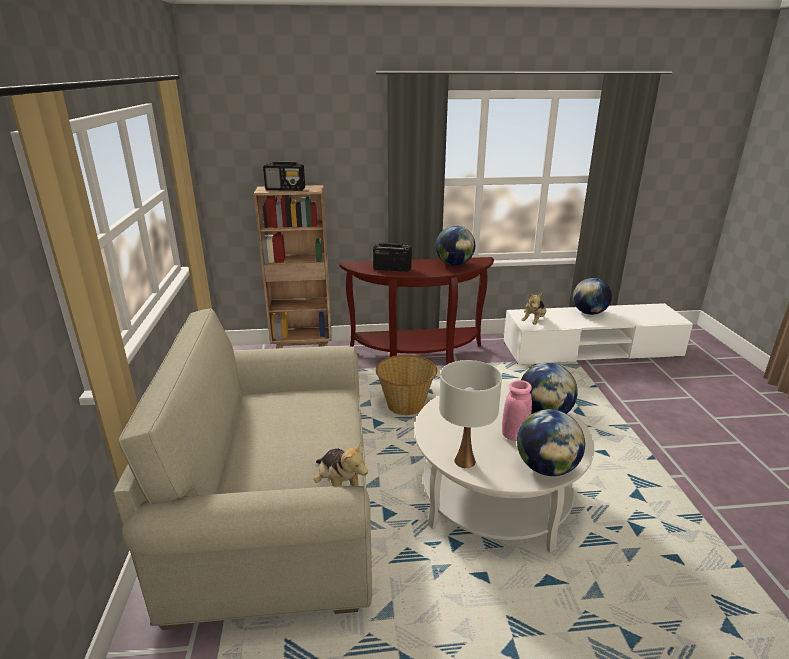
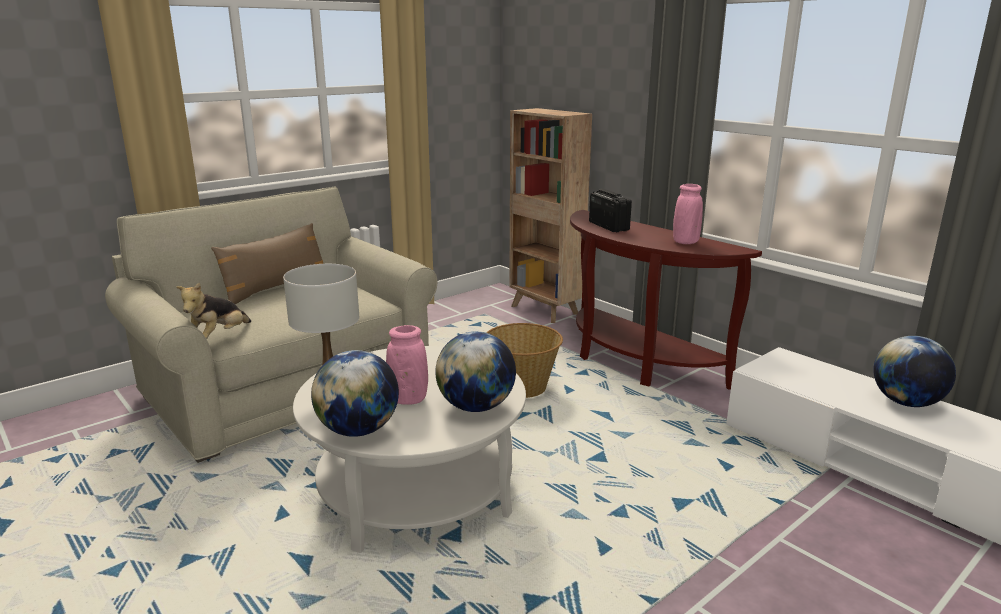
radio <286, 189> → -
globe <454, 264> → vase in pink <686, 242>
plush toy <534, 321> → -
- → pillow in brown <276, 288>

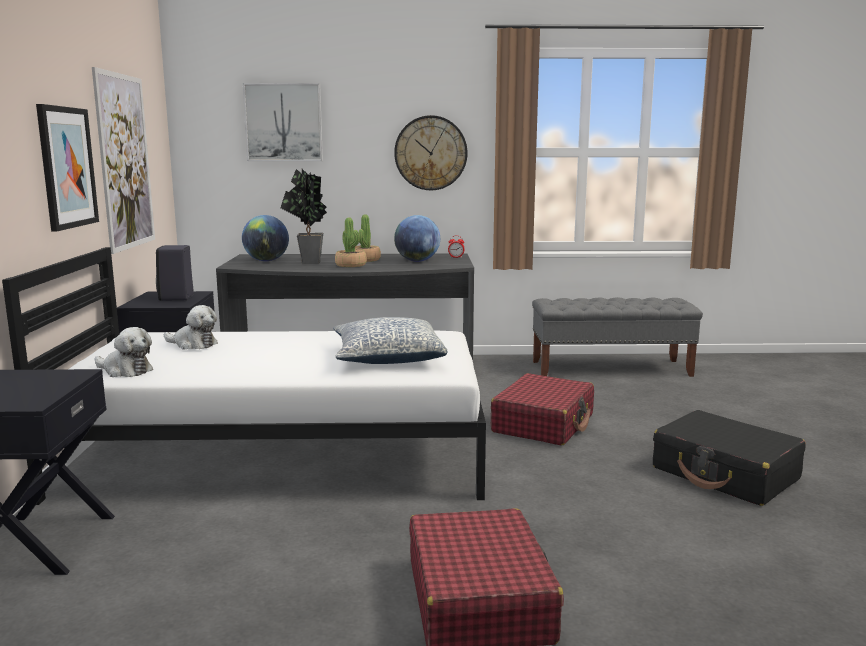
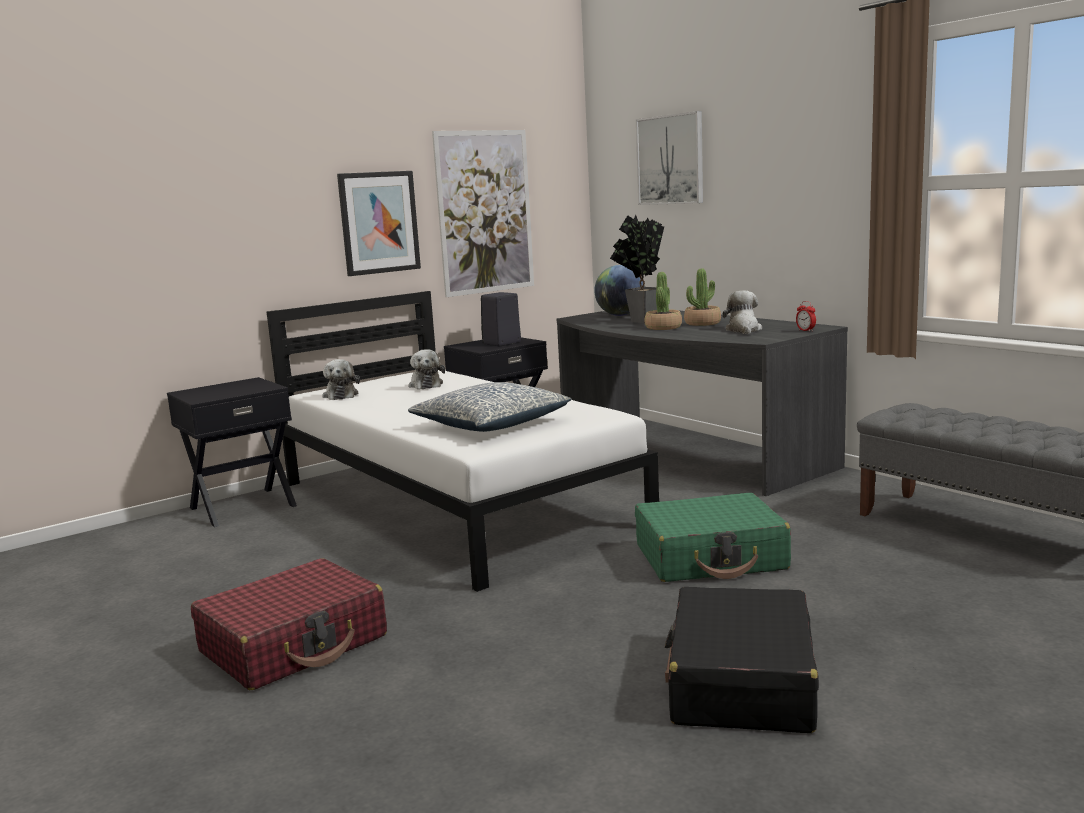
wall clock <430, 153> → -
globe <417, 261> → plush toy <743, 330>
suitcase in red <543, 424> → suitcase in green <711, 558>

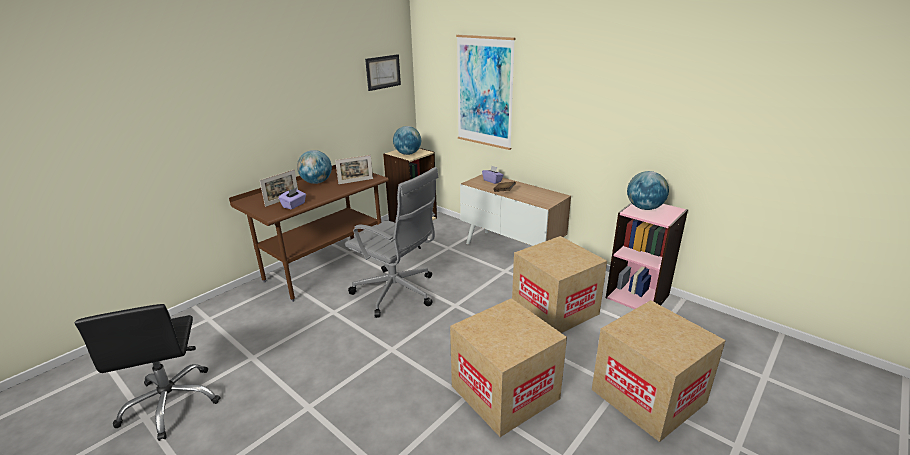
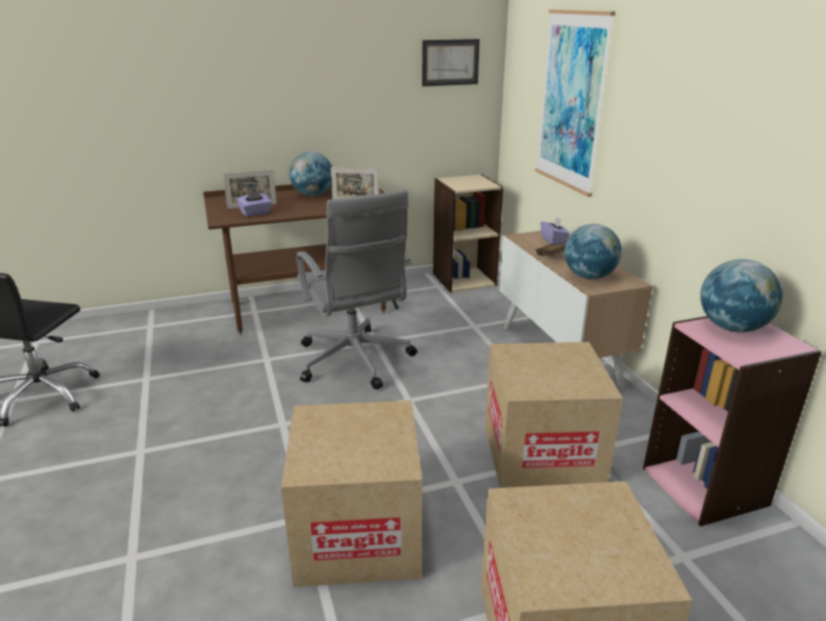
globe <408, 154> → globe <589, 277>, moved

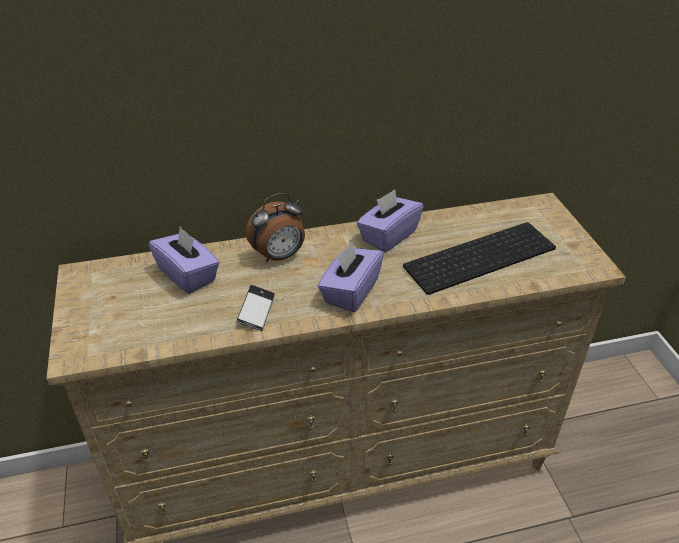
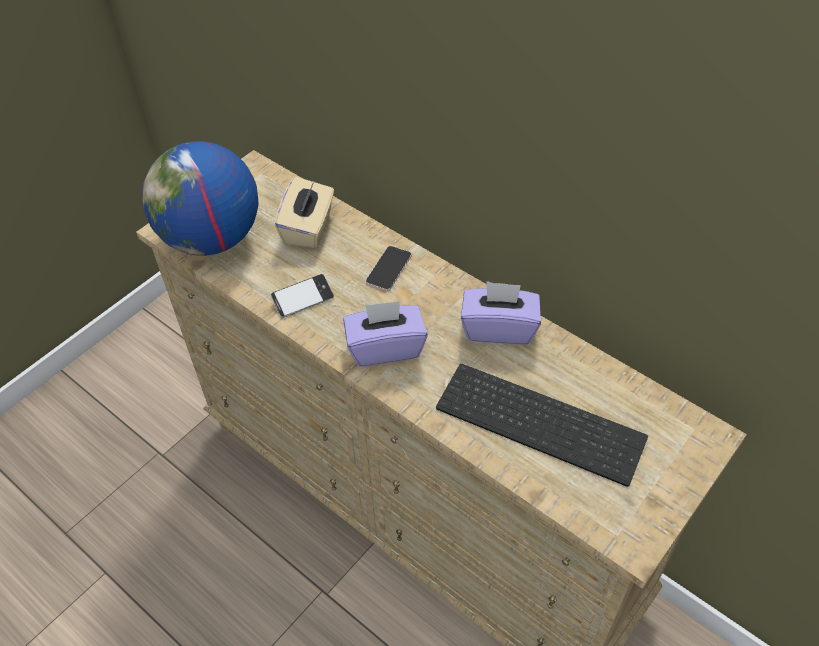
alarm clock <279, 256> → phone <389, 269>
tissue box in purple <188, 275> → tissue box in beige <308, 228>
- → globe <212, 239>

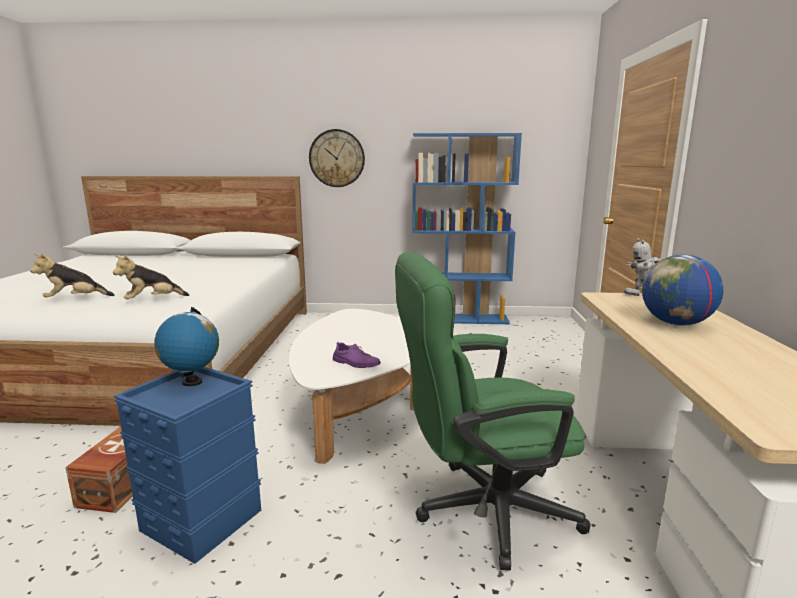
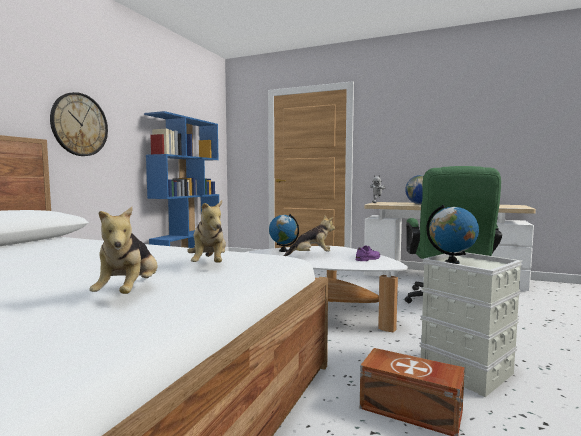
storage box in blue <201, 521> → storage box in grey <467, 371>
- → globe <283, 251>
- → plush toy <311, 255>

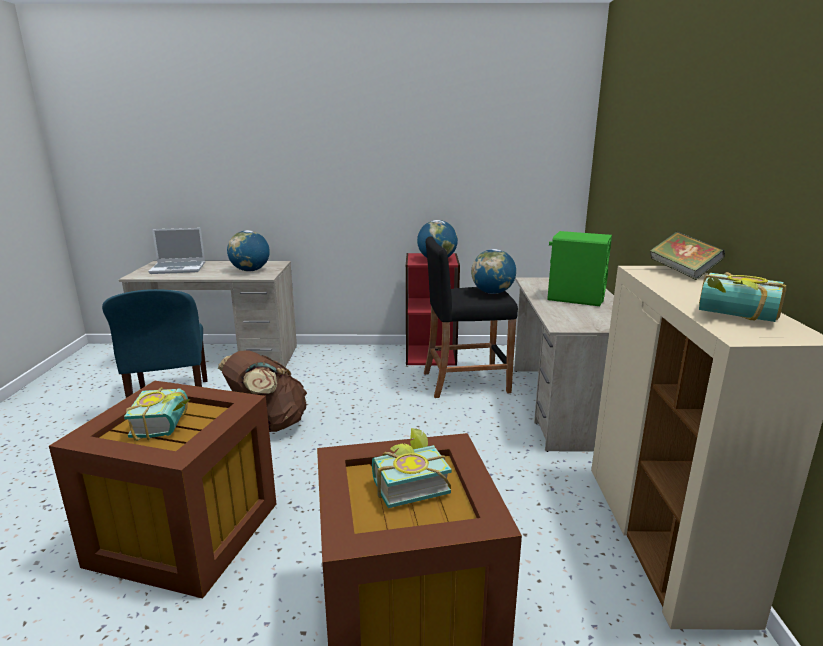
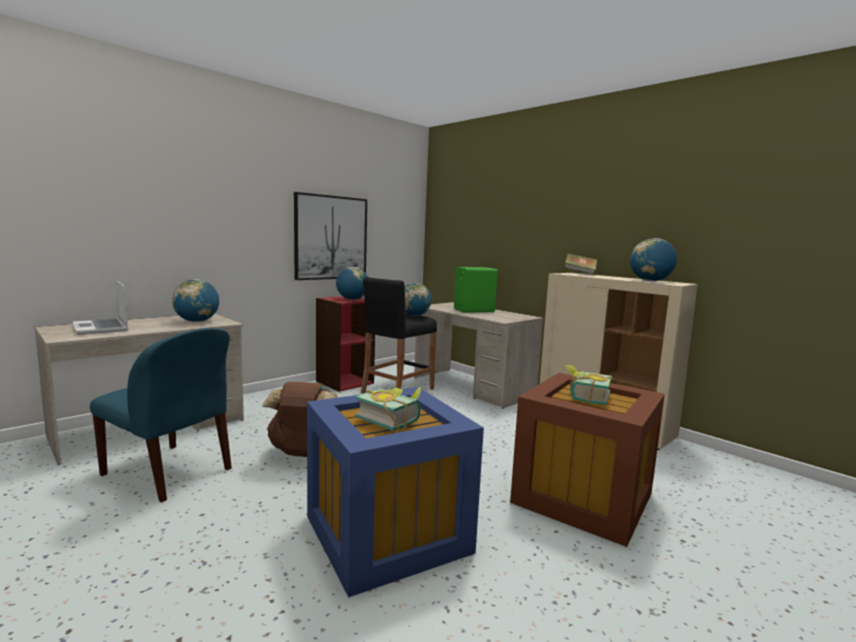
laptop <179, 268> → laptop <102, 328>, 105 degrees clockwise
book <735, 316> → globe <650, 281>
storage box in brown <185, 531> → storage box in blue <384, 533>
- → picture <331, 237>

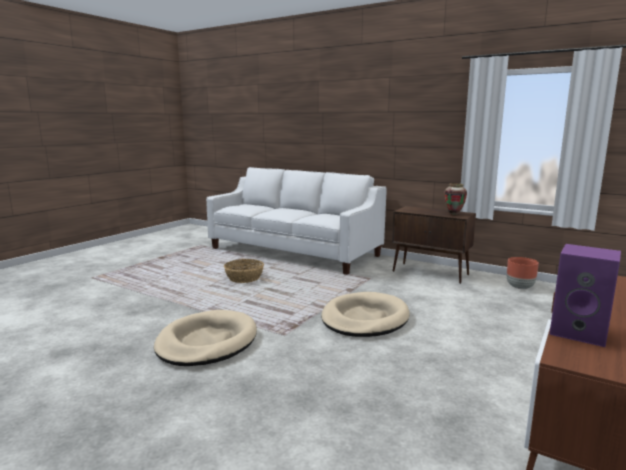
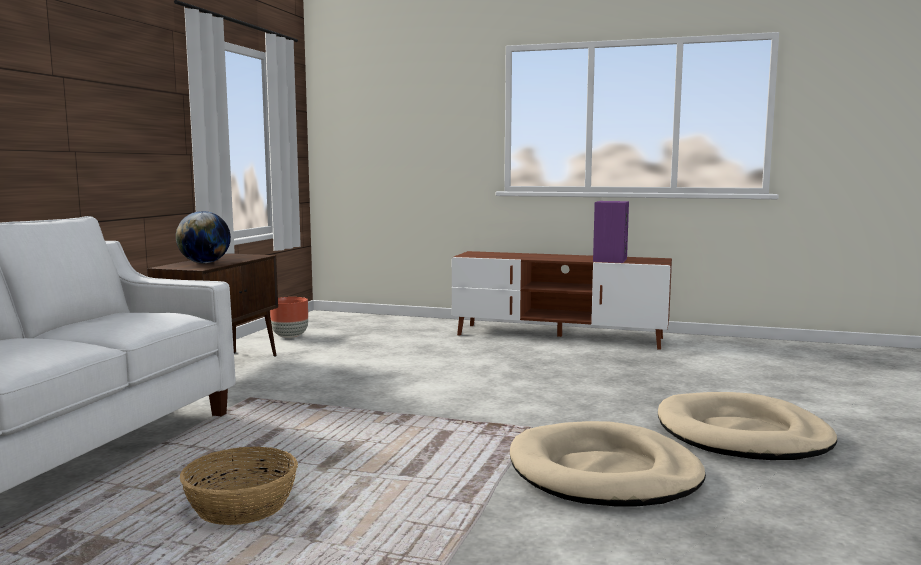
vase <454, 214> → -
dog bed in beige <364, 318> → dog bed in beige <742, 434>, moved
- → globe <204, 263>

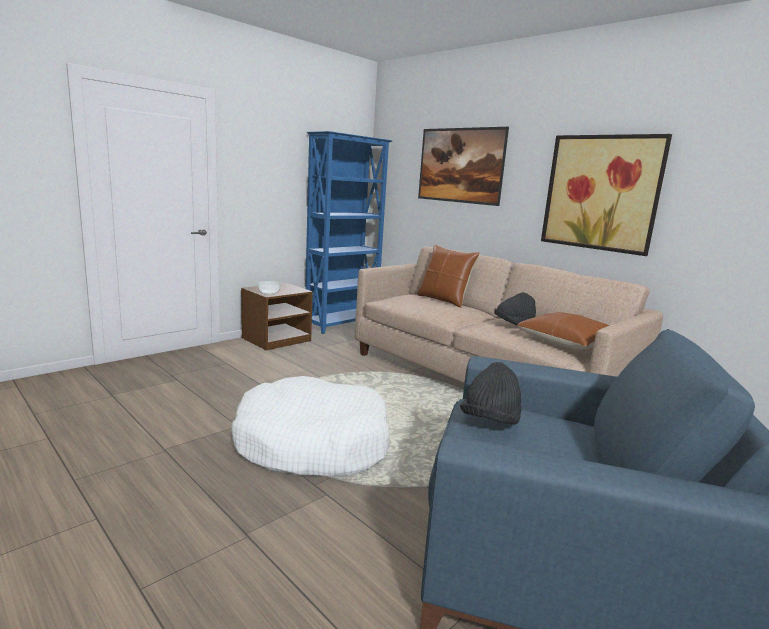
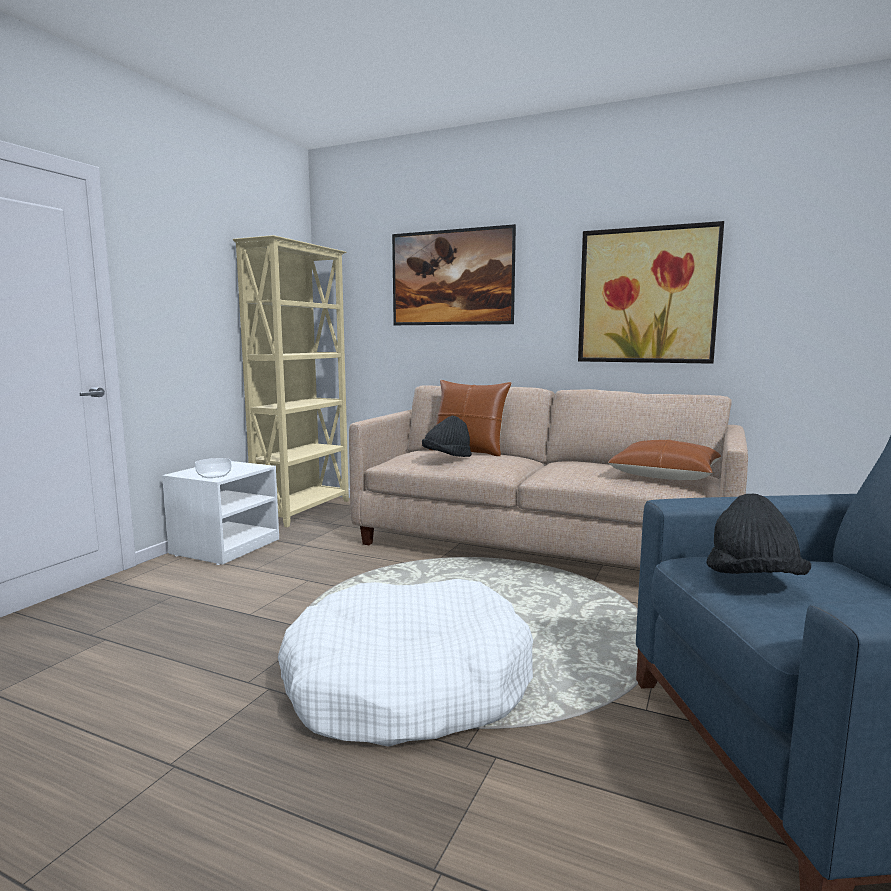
bookcase in blue <342, 324> → bookcase in beige <304, 510>
nightstand in brown <276, 339> → nightstand in white <225, 547>
hat in black <513, 326> → hat in black <446, 457>, moved

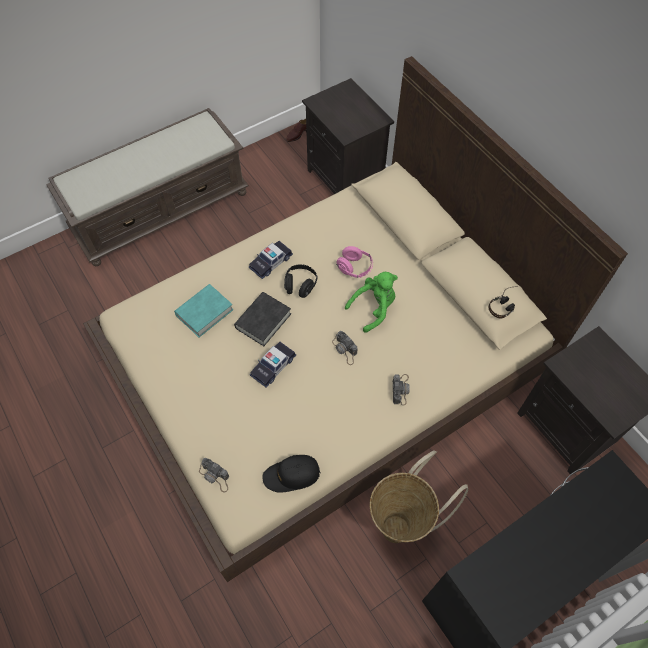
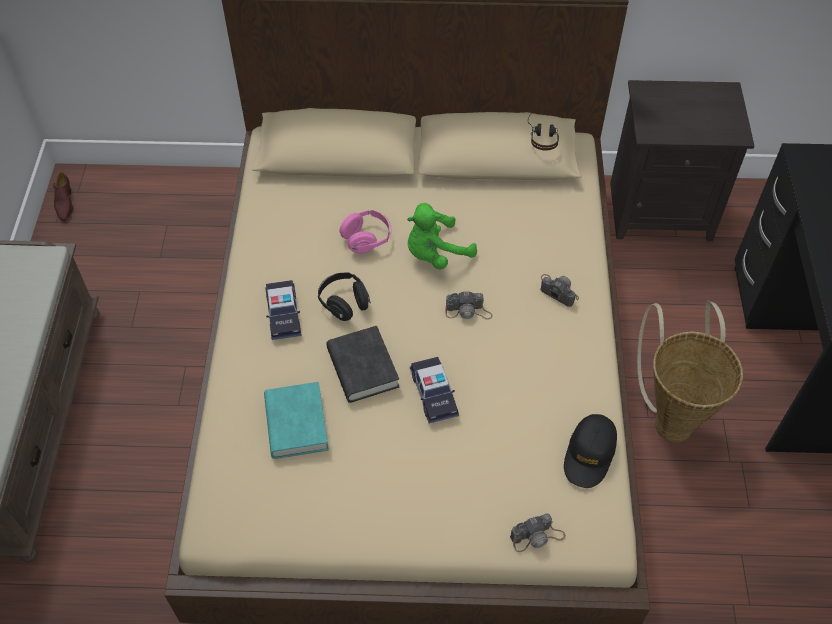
nightstand in black <346, 180> → -
plush toy in green <374, 308> → plush toy in green <435, 253>, 120 degrees counterclockwise

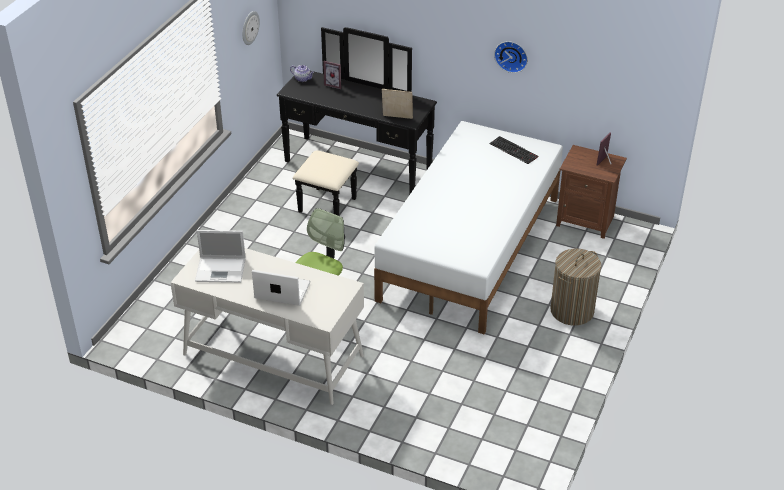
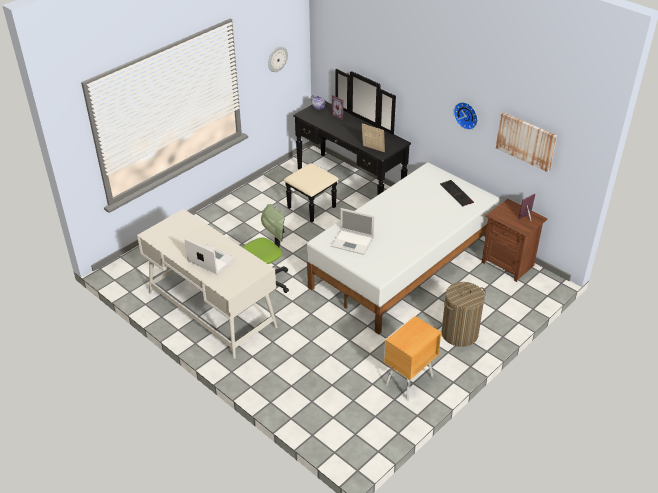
laptop <221, 270> → laptop <353, 242>, moved
- → picture <526, 141>
- → nightstand in brown <408, 382>

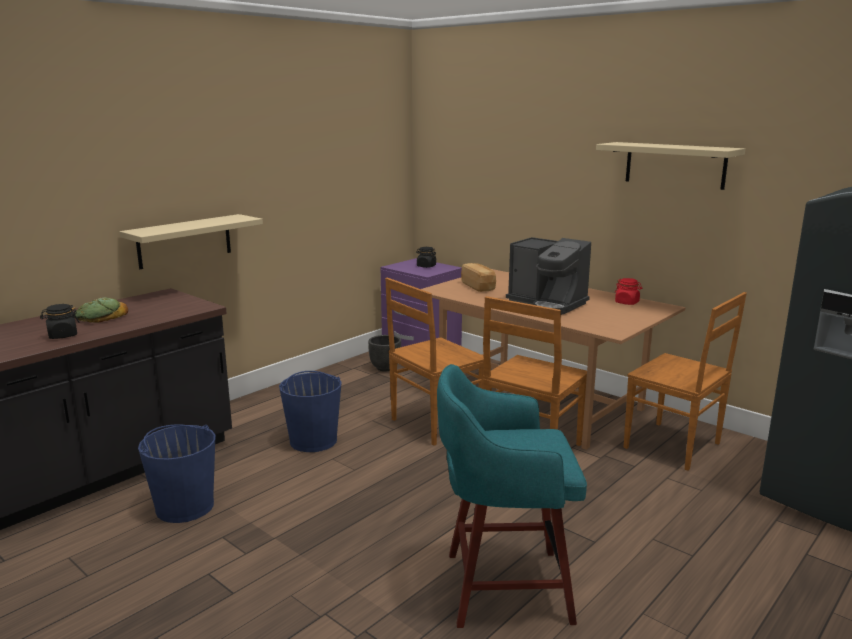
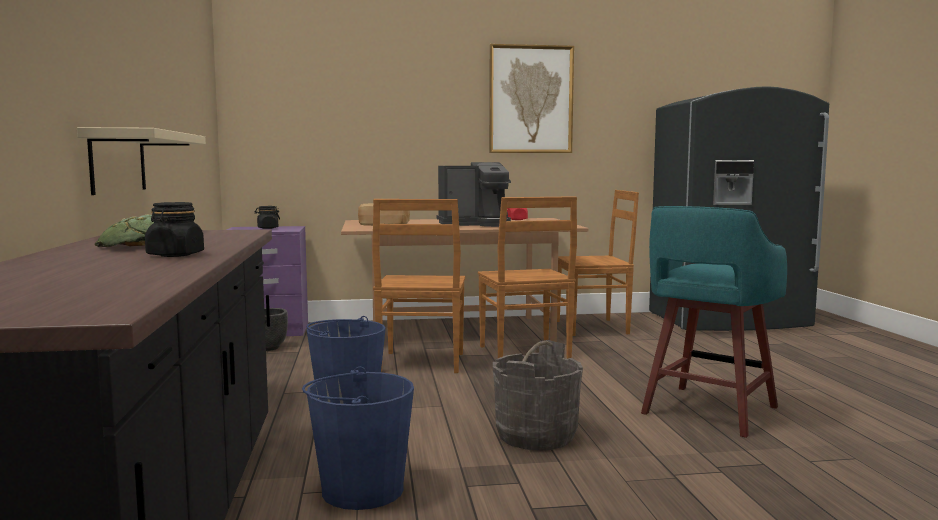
shelf in beige <675, 165> → picture <530, 99>
- → bucket in grey <535, 435>

